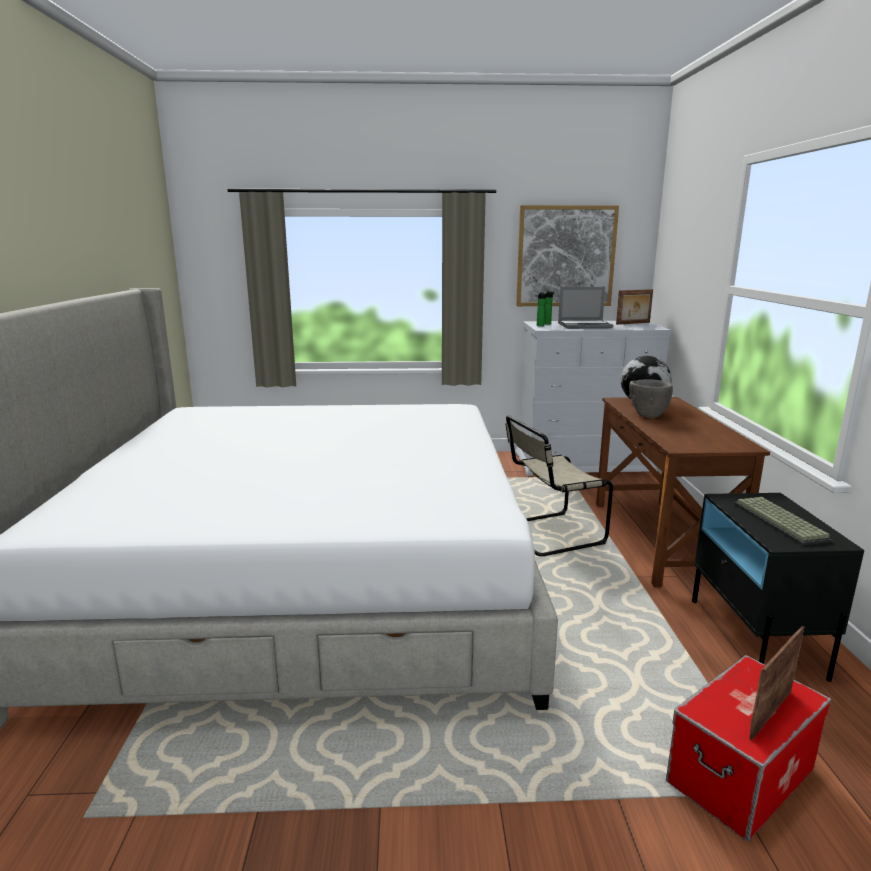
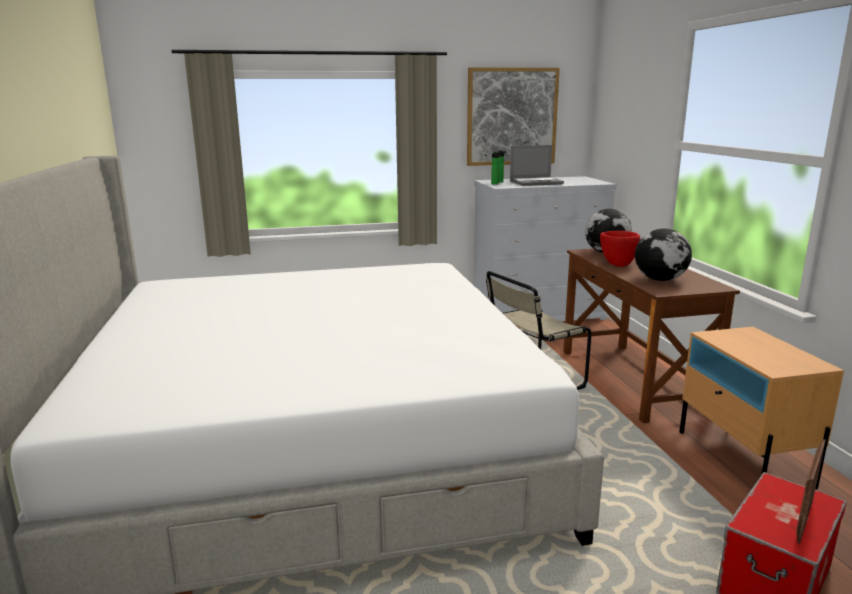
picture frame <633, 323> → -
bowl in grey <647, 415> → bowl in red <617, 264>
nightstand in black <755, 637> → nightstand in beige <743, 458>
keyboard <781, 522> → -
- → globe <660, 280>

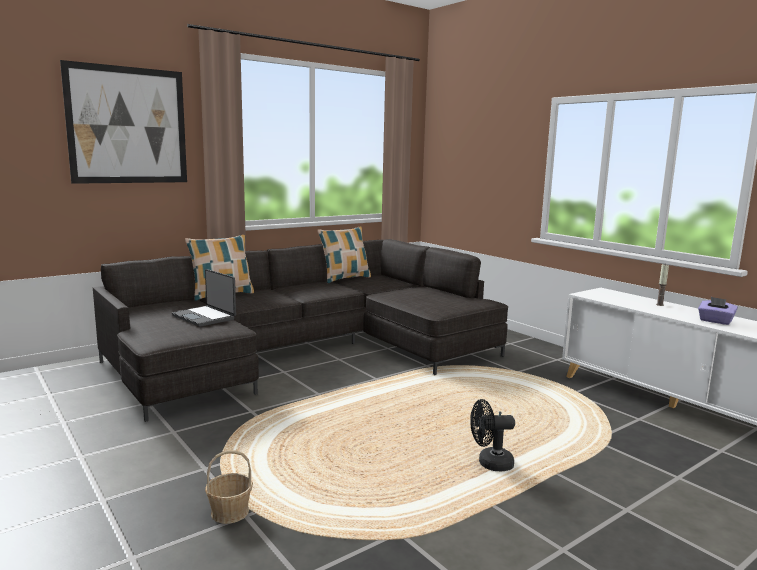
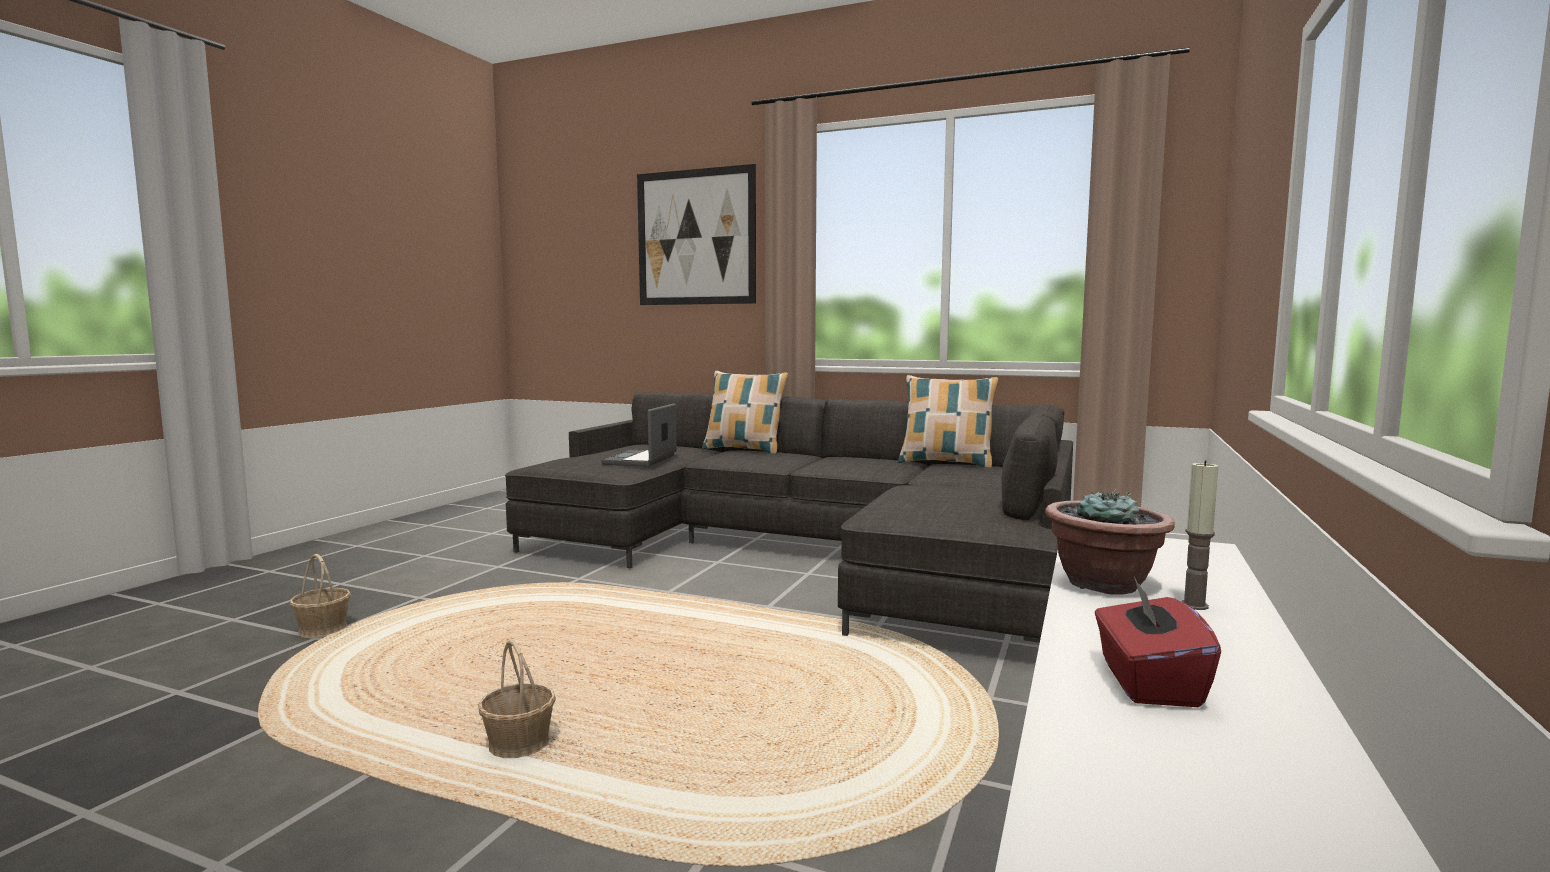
tissue box in purple <715, 321> → tissue box in red <1147, 683>
fan in black <490, 463> → basket <519, 745>
- → potted plant <1103, 584>

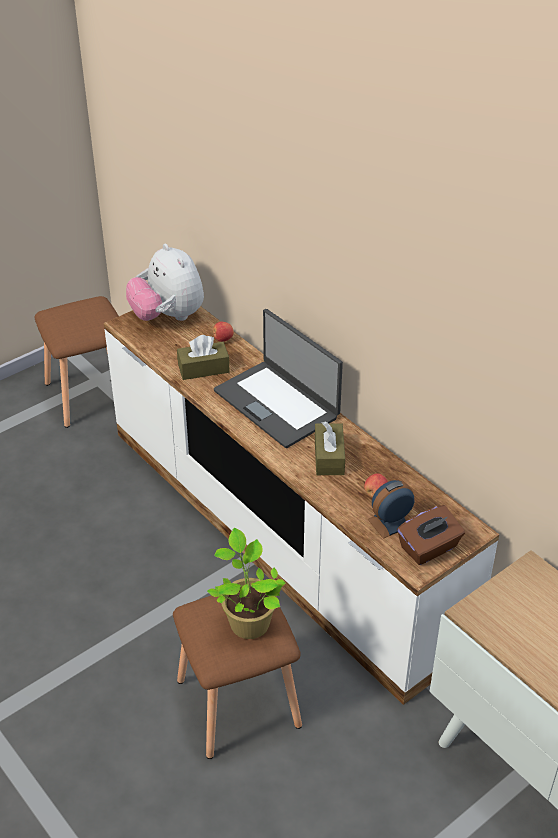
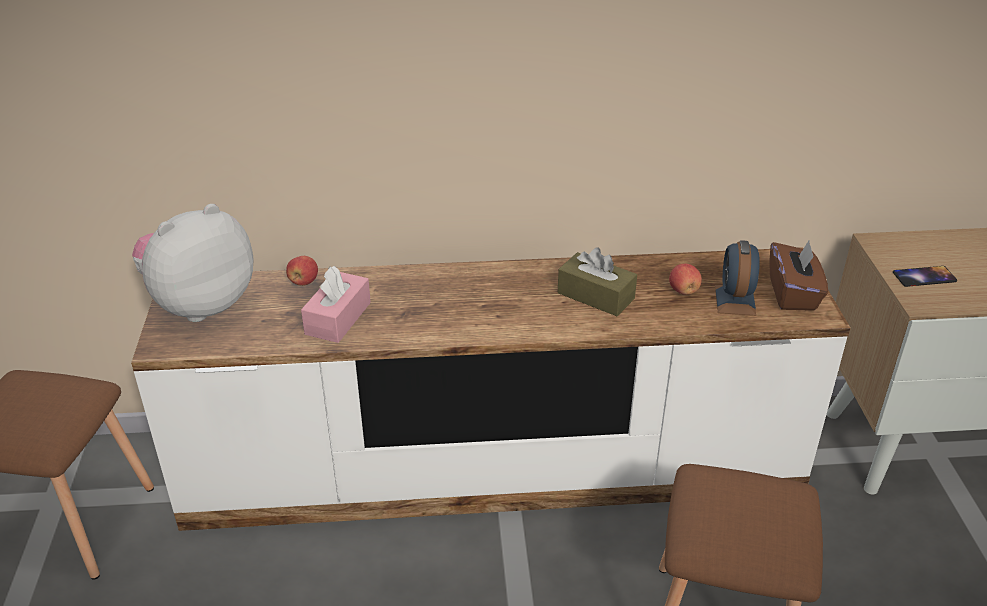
plush toy <168, 316> → plush toy <200, 304>, 135 degrees clockwise
laptop <277, 403> → -
tissue box in brown <203, 368> → tissue box in pink <338, 318>
potted plant <248, 621> → -
- → phone <924, 277>

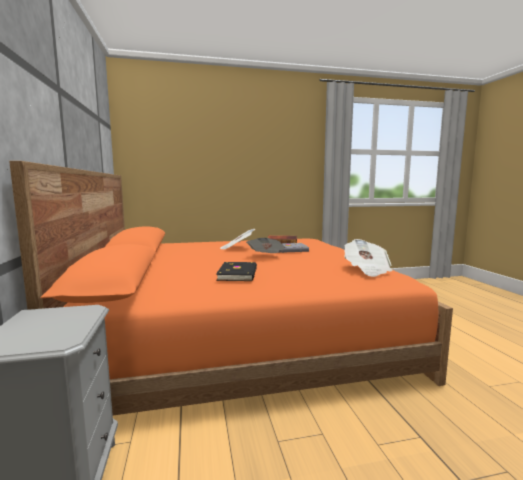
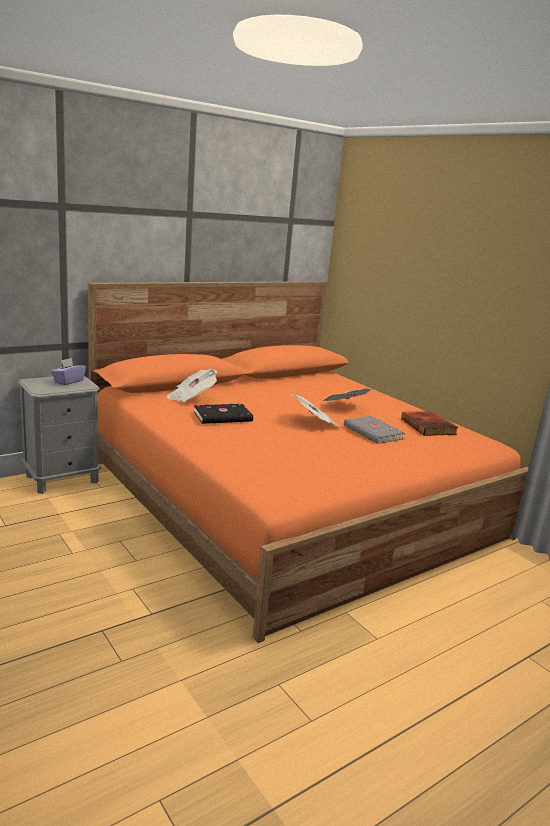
newspaper <366, 270> → newspaper <191, 398>, moved
- → tissue box in purple <68, 381>

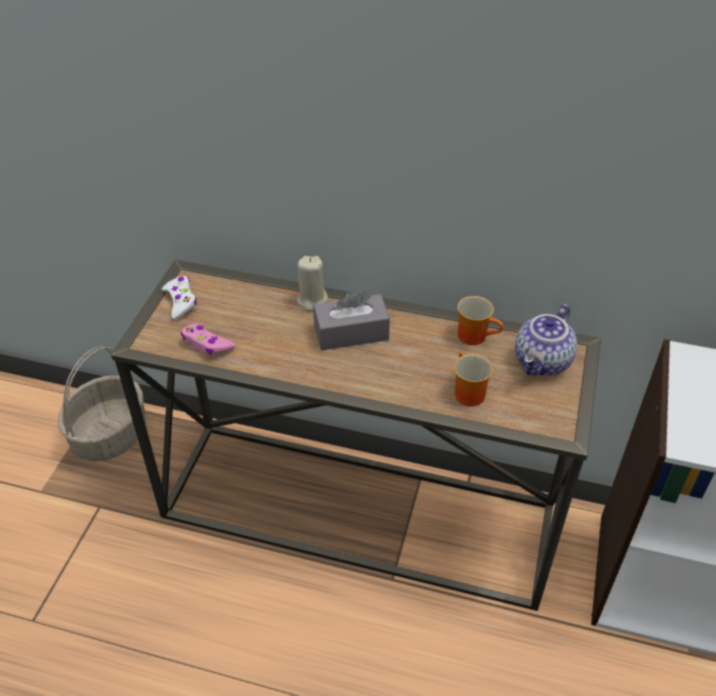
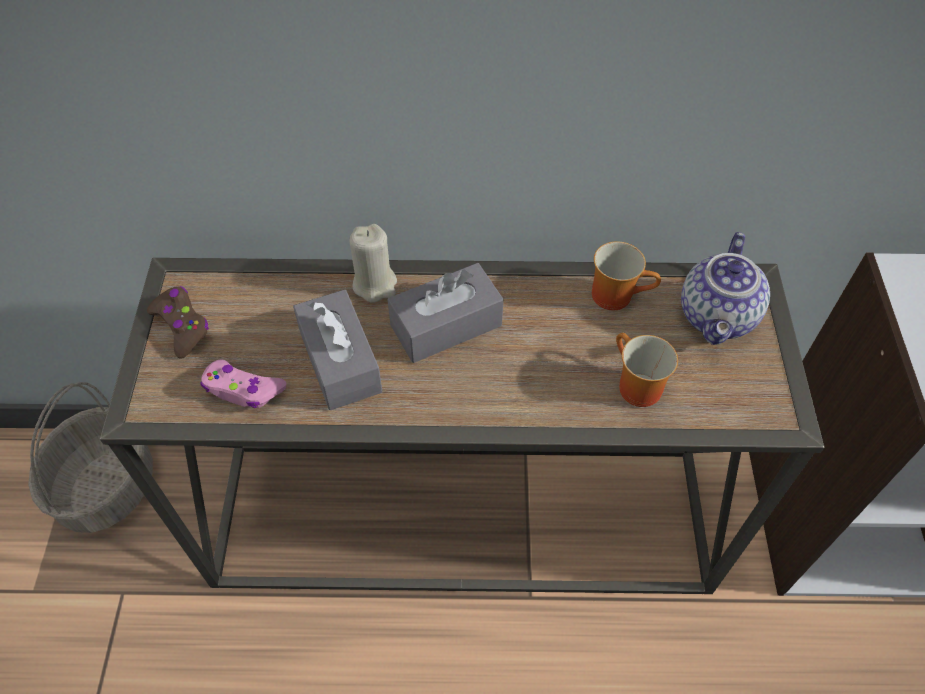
game controller in white <181, 301> → game controller in brown <182, 326>
- → tissue box in grey <340, 361>

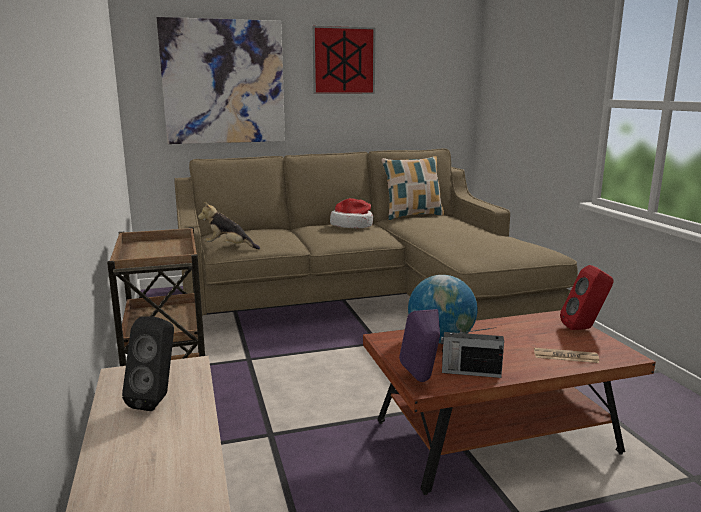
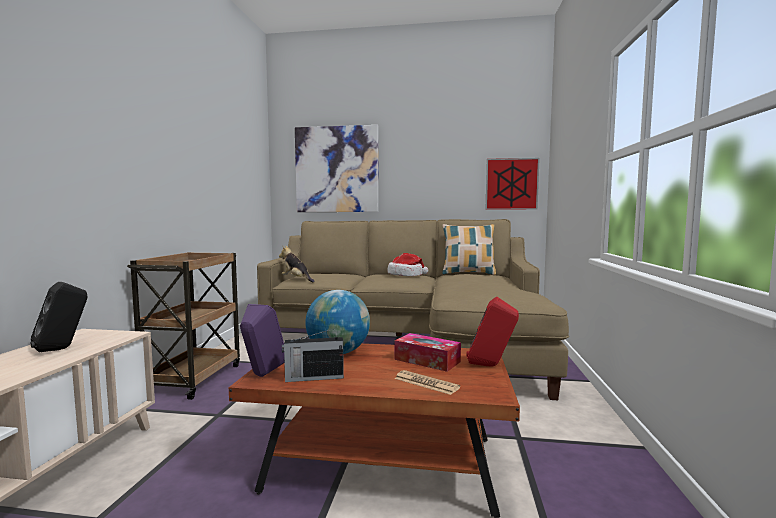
picture <344, 61> → picture <511, 184>, moved
radio <469, 372> → radio <313, 377>, 45 degrees counterclockwise
- → tissue box <427, 360>

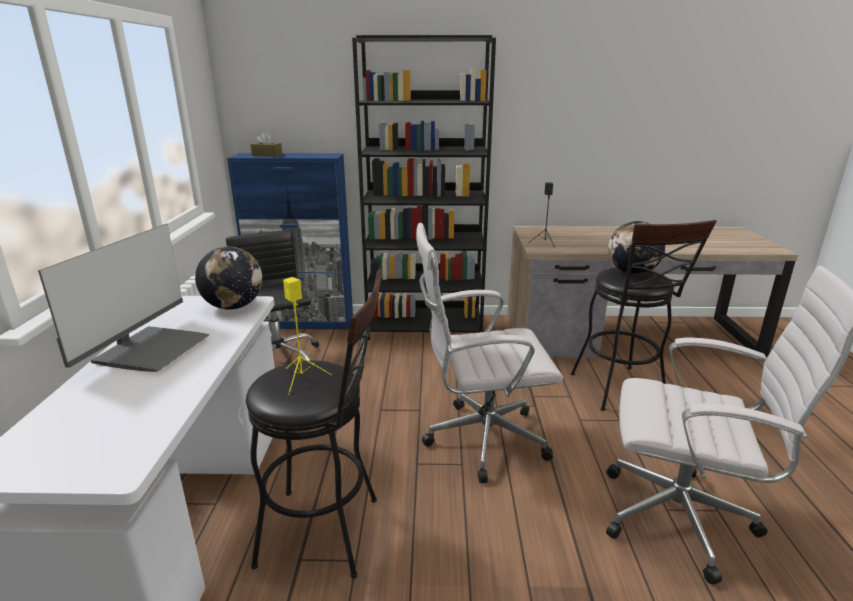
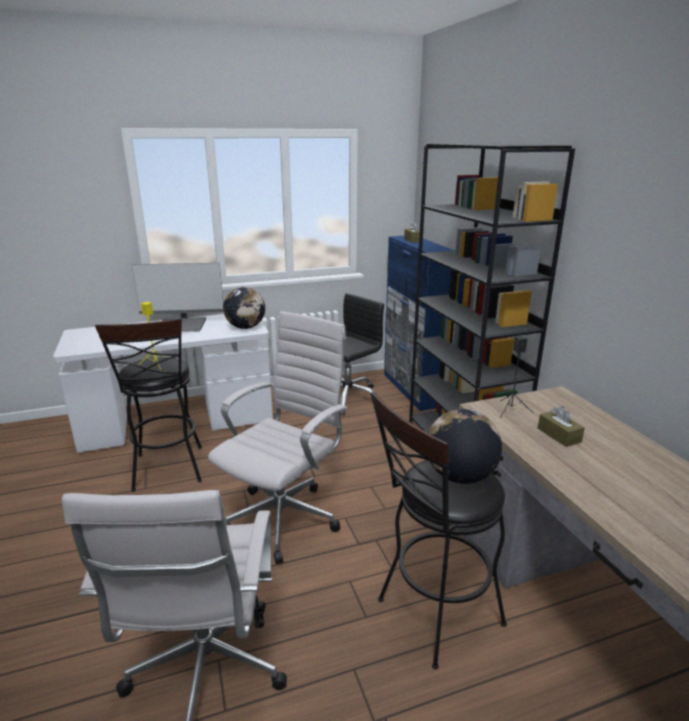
office chair in white <480, 440> → office chair in white <286, 516>, 60 degrees clockwise
- → tissue box in brown <559, 435>

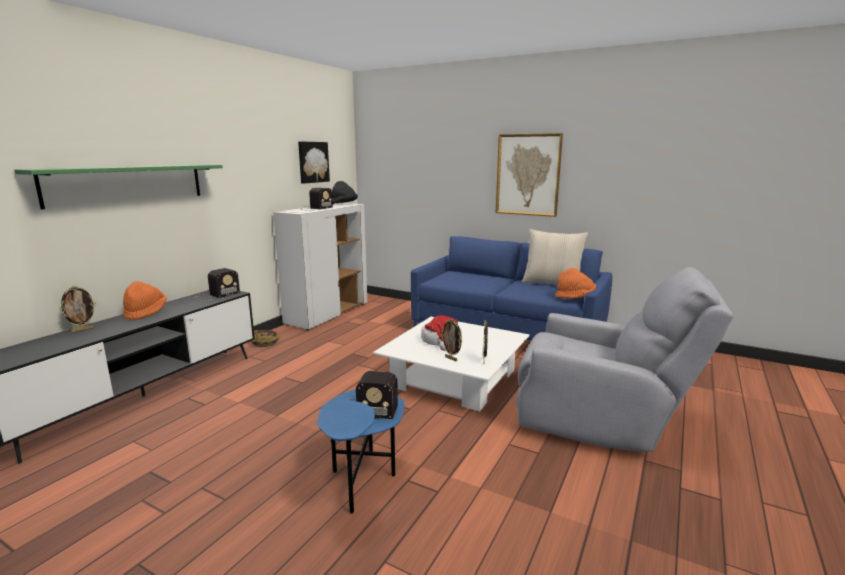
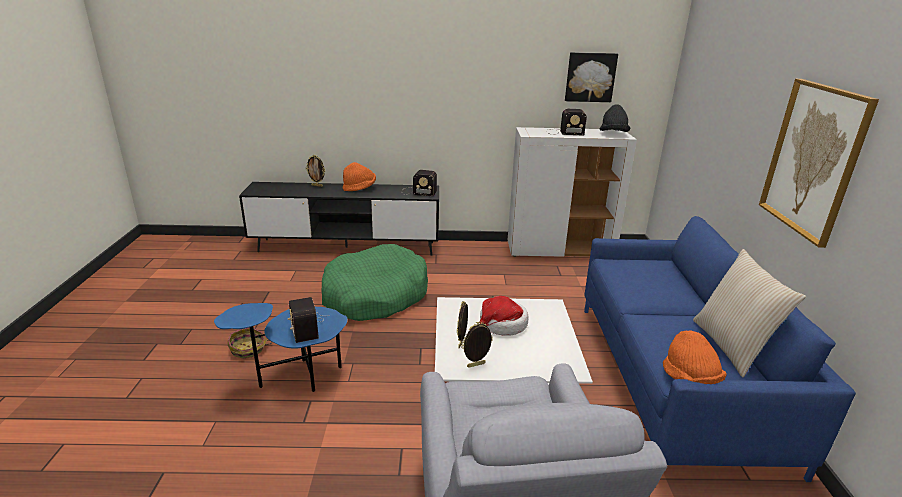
shelf in green <128, 184> → -
basket <265, 342> → basket <248, 349>, moved
- → dog bed in green <375, 295>

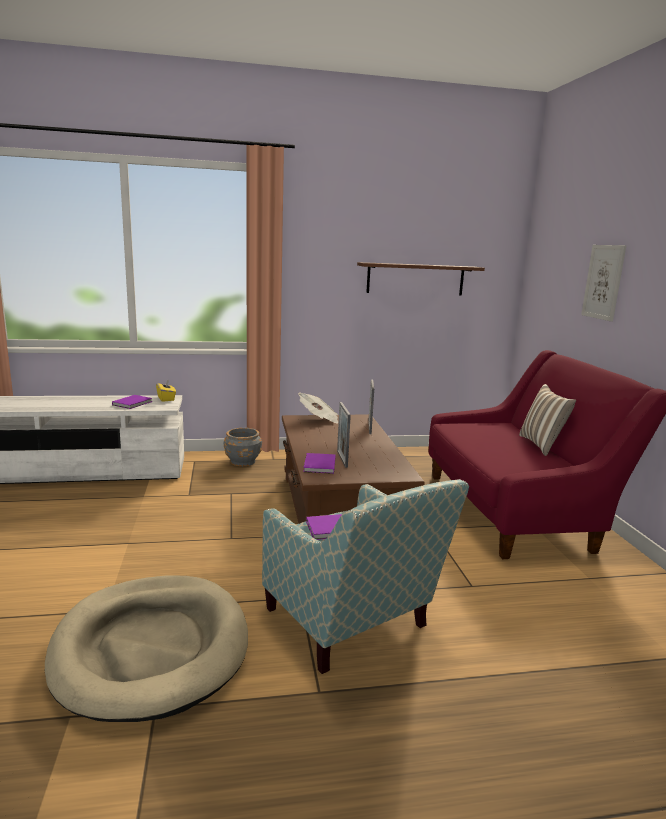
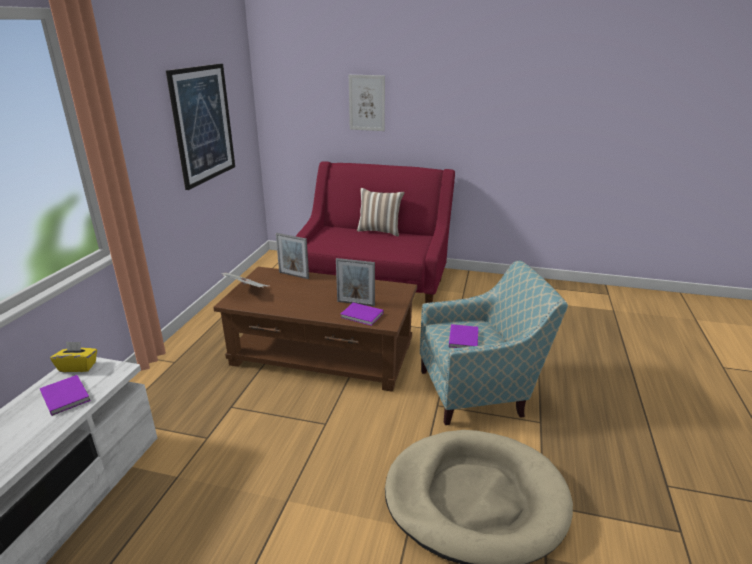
shelf in brown <415, 279> → picture <203, 124>
planter in grey <243, 461> → -

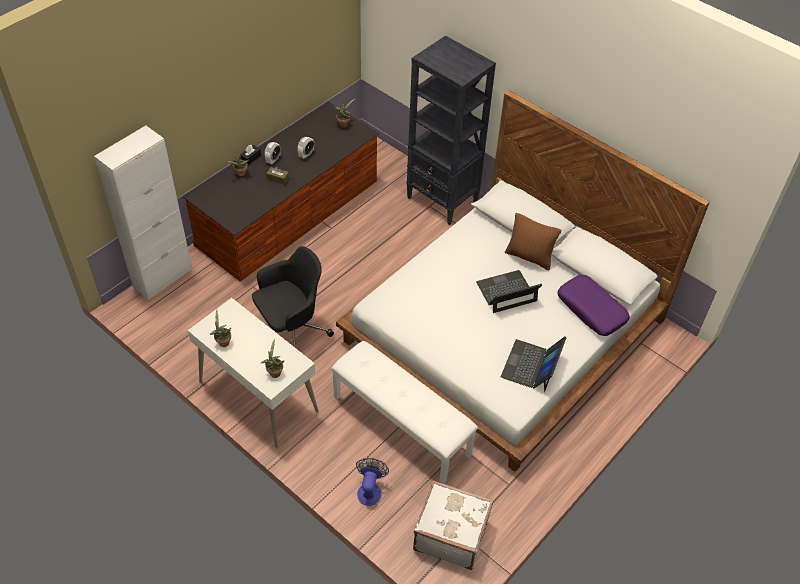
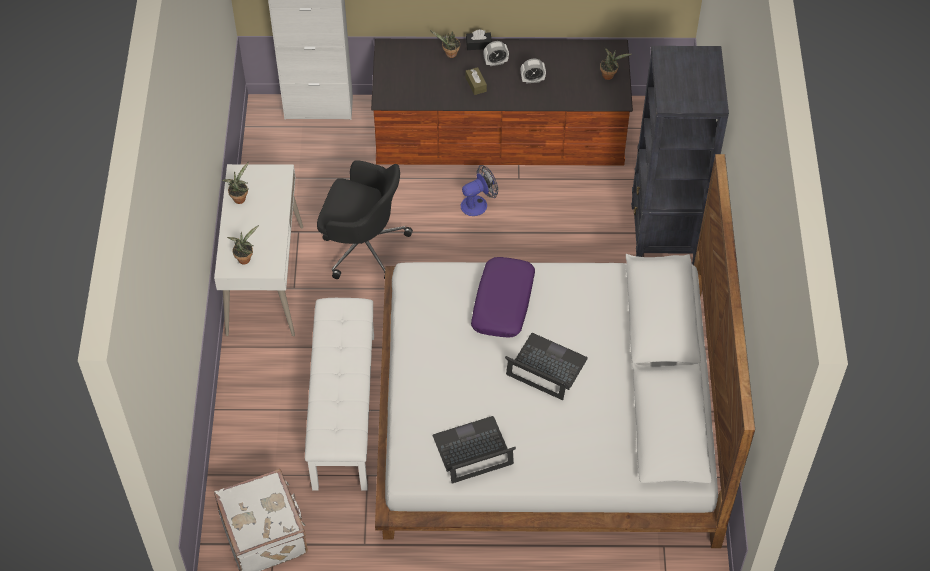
pillow in brown <529, 257> → -
pillow in purple <592, 310> → pillow in purple <503, 303>, moved
fan <370, 489> → fan <478, 203>, moved

